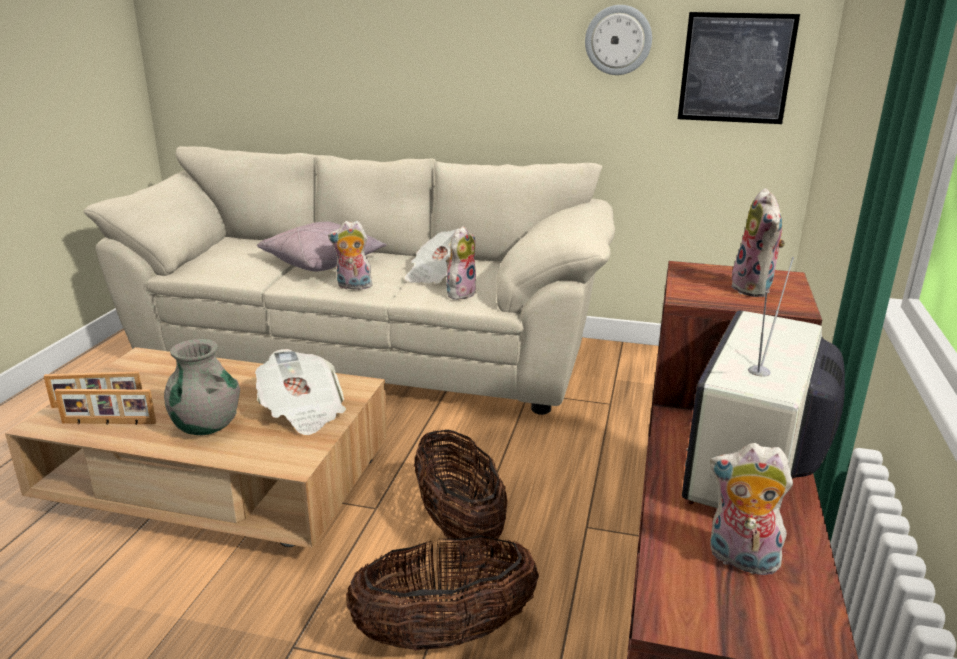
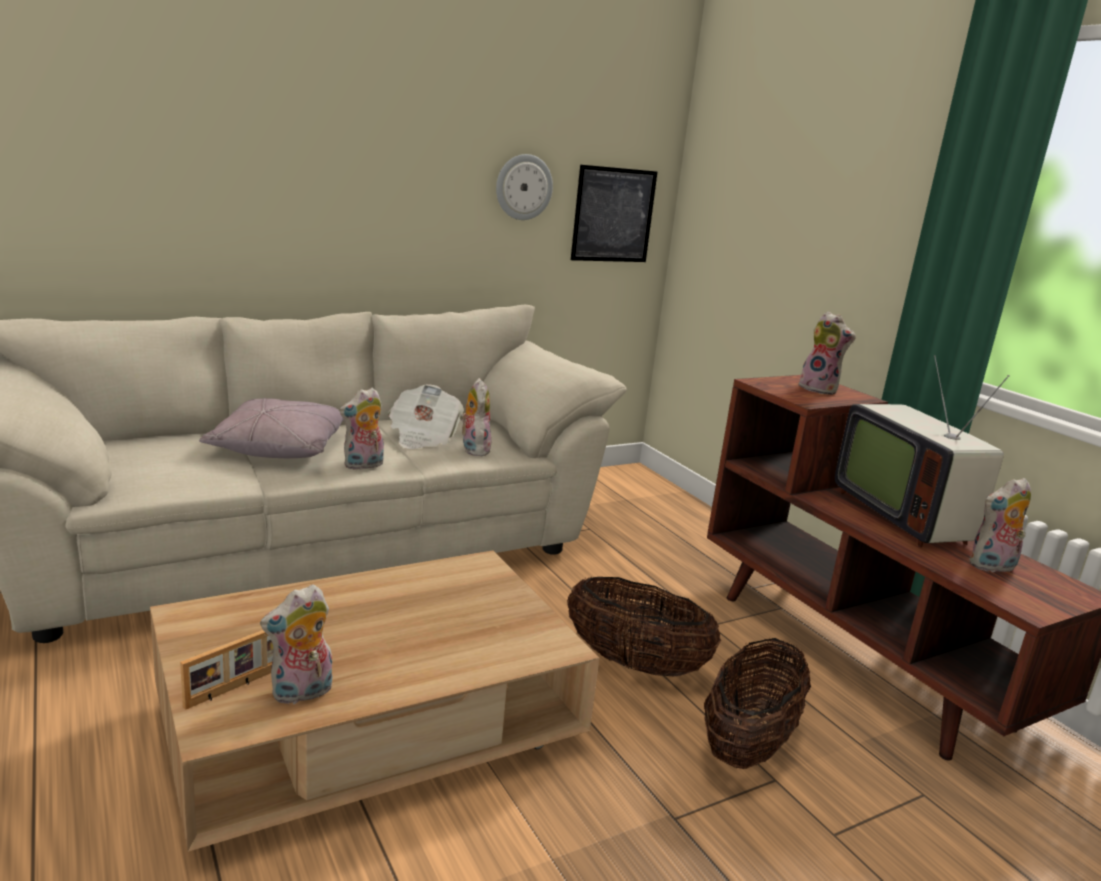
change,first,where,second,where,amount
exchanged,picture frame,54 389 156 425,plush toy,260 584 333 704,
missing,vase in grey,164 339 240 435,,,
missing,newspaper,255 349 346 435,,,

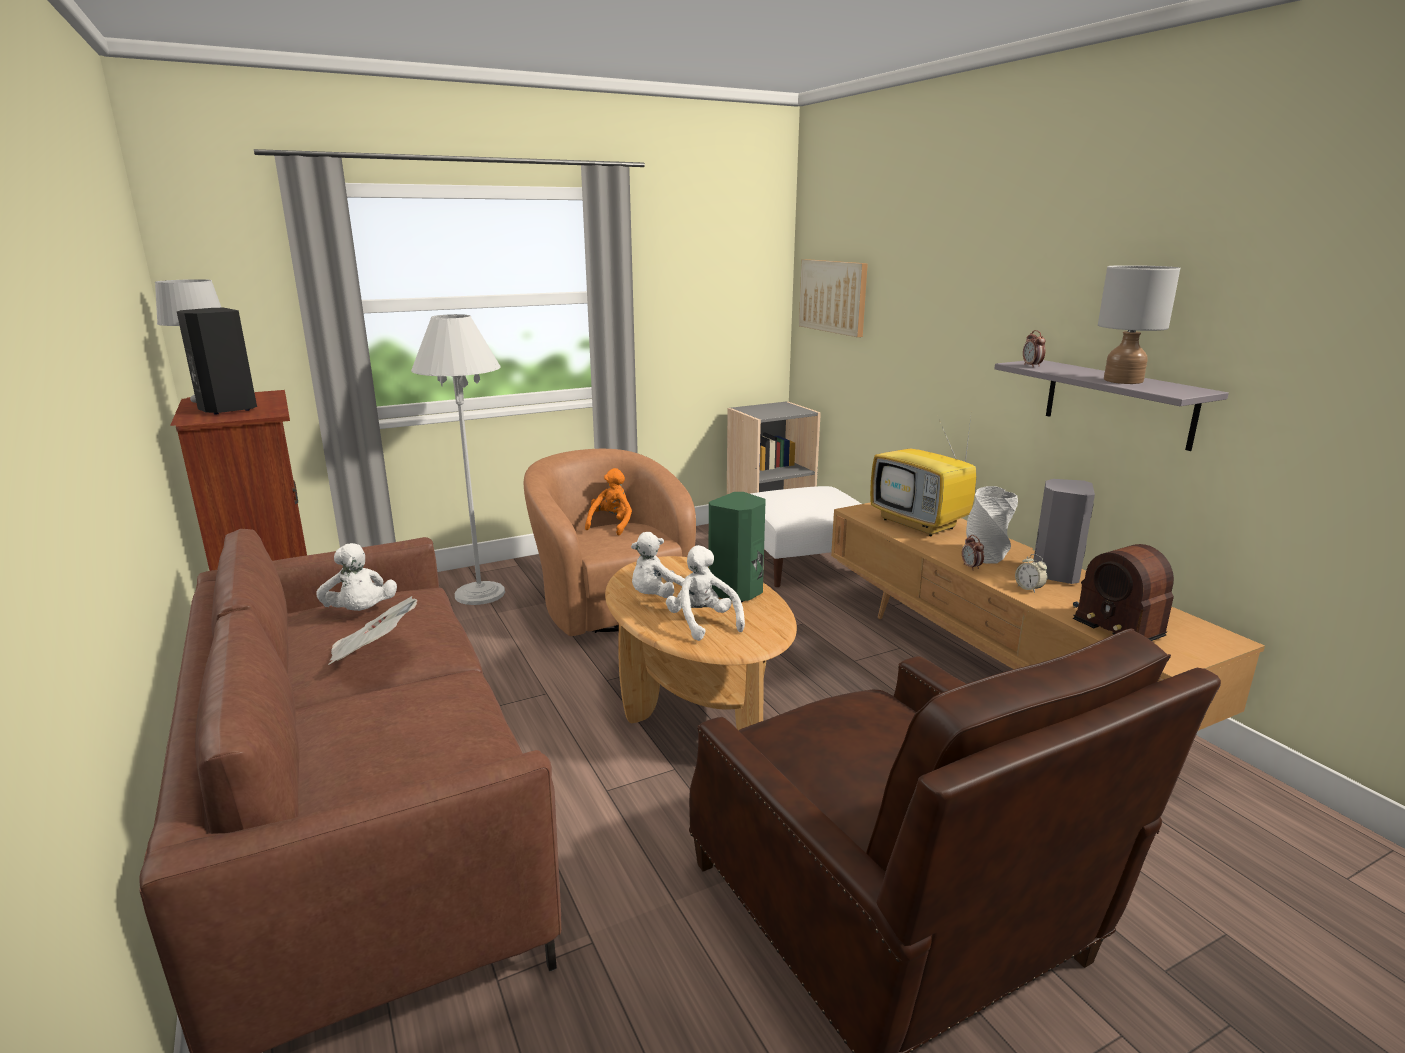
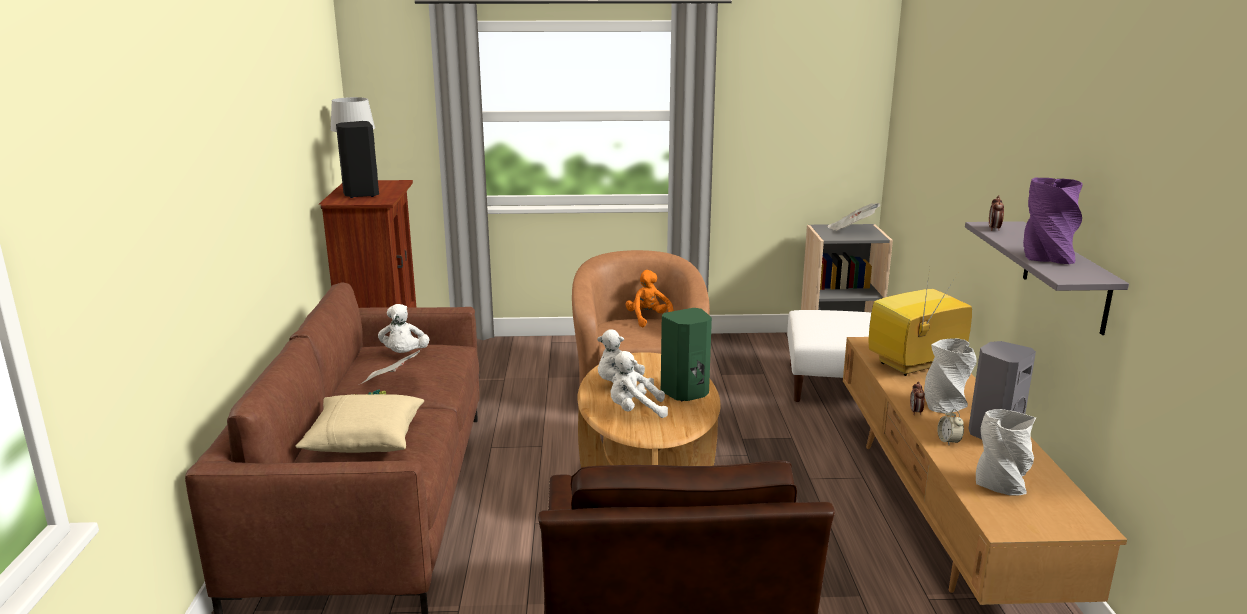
change,first,where,second,where,amount
appeared,,,pillow in beige,295 389 424 453,
spun,plush toy in white,666 545 745 641,,610 351 668 418,90 degrees counterclockwise
spun,plush toy in orange,585 468 632 535,,625 270 674 327,60 degrees counterclockwise
appeared,,,newspaper,827 203 881 231,
spun,television,870 418 976 536,,869 273 972 376,75 degrees clockwise
exchanged,radio,1073 544 1174 641,vase in grey,976 409 1036 496,
exchanged,table lamp in grey,1098 265 1180 384,vase in purple,1023 178 1083 264,
missing,floor lamp in white,411 314 505 605,,,
missing,picture,799 259 868 337,,,

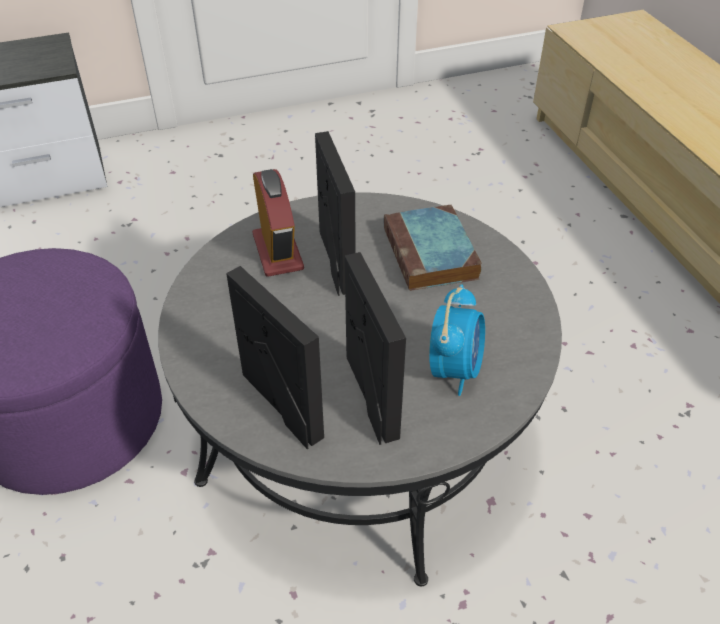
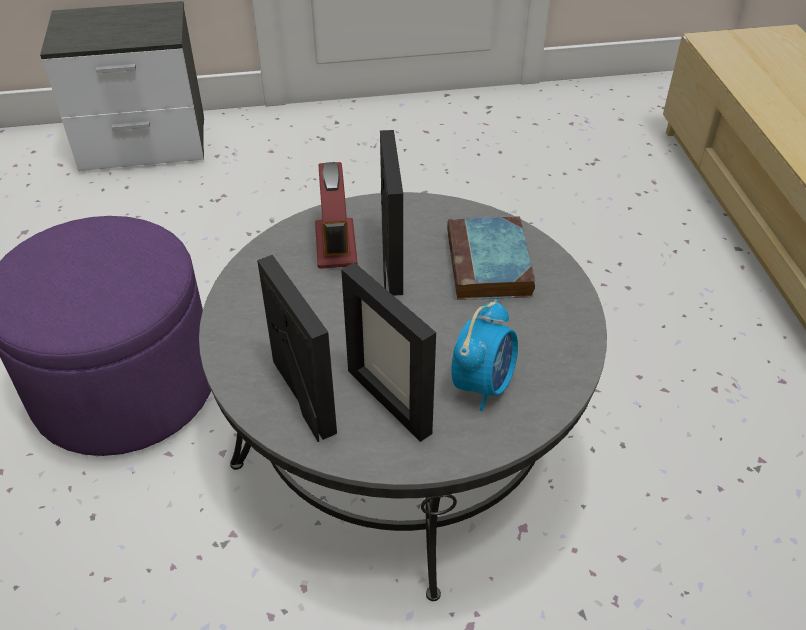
change,first,where,second,where,amount
spun,picture frame,345 252 406 445,,341 262 436 442,150 degrees clockwise

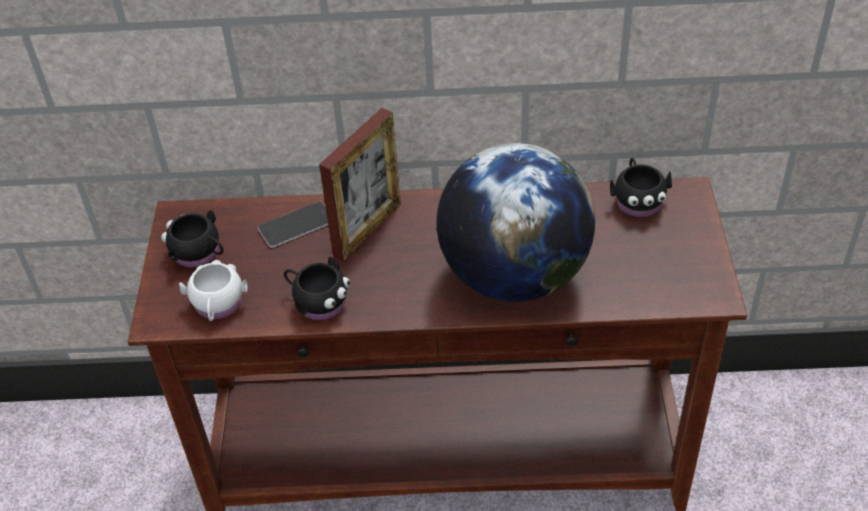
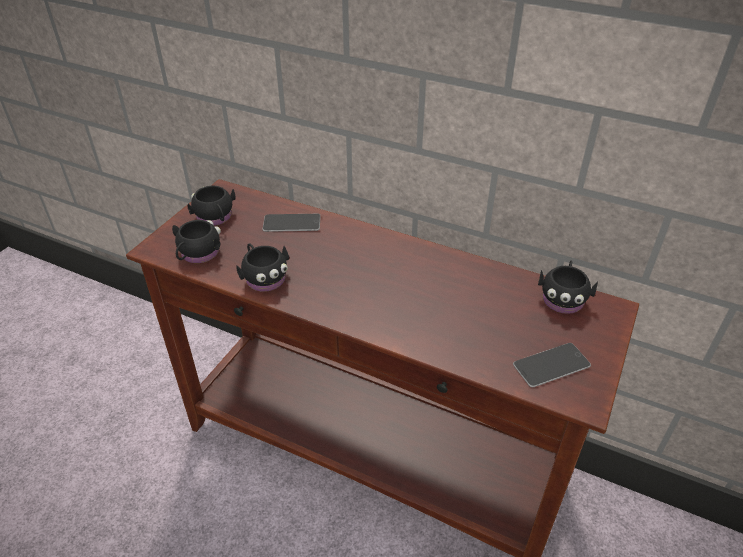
change,first,where,second,where,amount
colour,mug in white,179 260 248 321,mug in black,172 220 221 263,
appeared,,,phone,513 343 591 387,
missing,picture frame,319 108 401 261,,,
missing,globe,437 143 595 302,,,

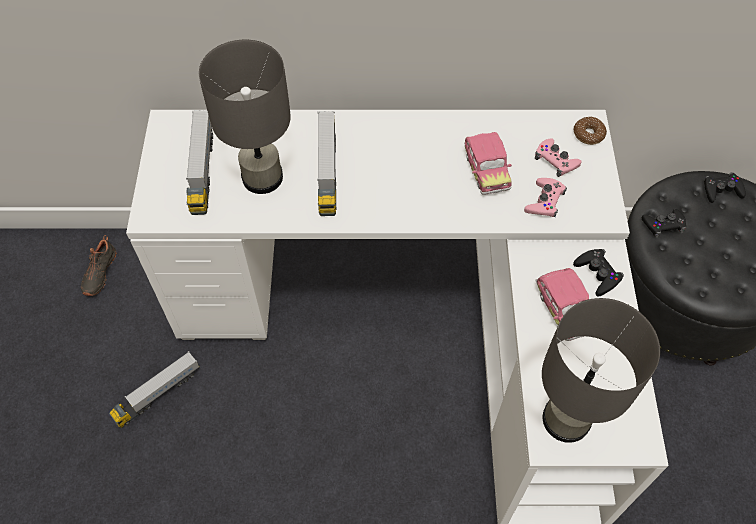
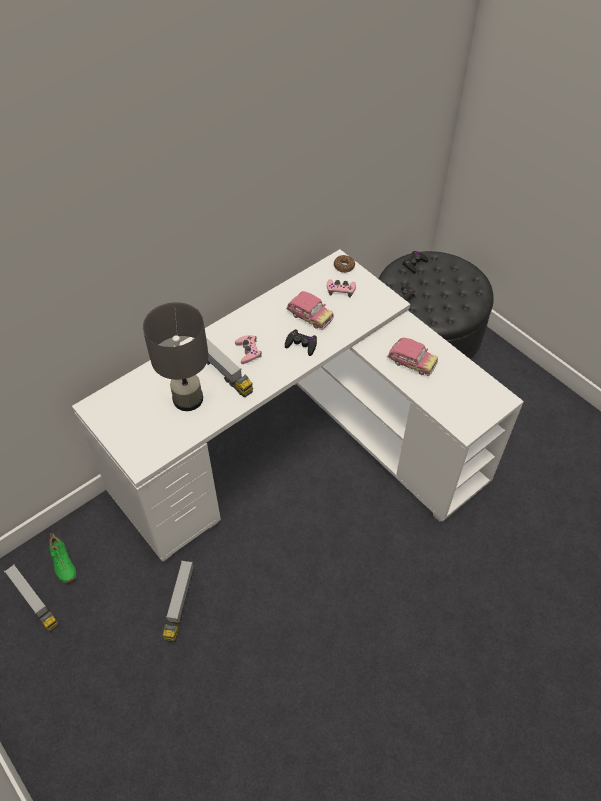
change,first,where,second,where,amount
relocated,toy truck,186 110 213 215,,4 564 59 632,
colour,shoe in black,81 235 117 296,shoe in green,49 533 76 583,
relocated,game controller in pink,524 178 567 217,,235 335 262 364,
relocated,game controller in black,573 249 624 296,,285 329 317 356,
missing,table lamp in grey,542 298 660 443,,,

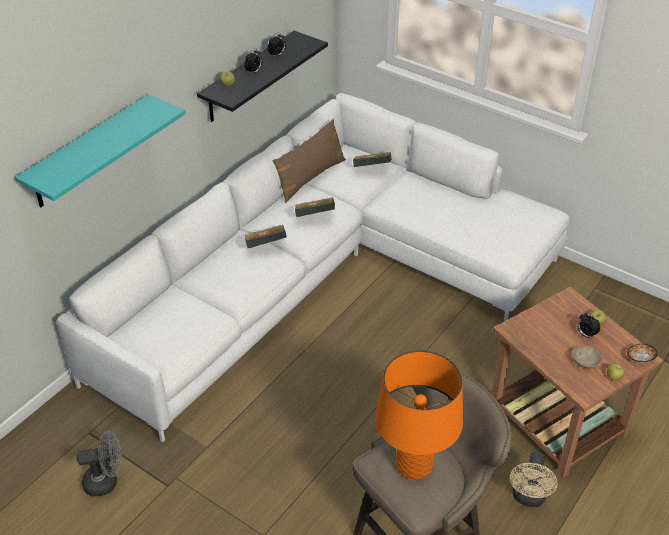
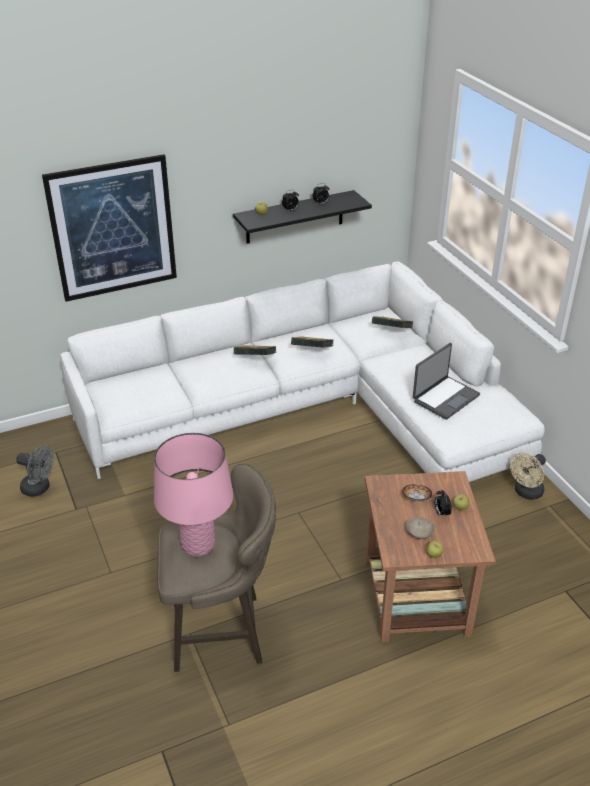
change,first,where,second,where,amount
exchanged,shelf in turquoise,15 95 186 207,picture,42 154 177 302,
colour,table lamp in orange,375 350 463 480,table lamp in pink,154 433 233 557,
relocated,bowl,627 344 658 363,,402 484 432 501,
appeared,,,laptop,413 343 480 420,
relocated,fan in beige,510 452 558 507,,510 453 546 500,
missing,pillow in brown,272 119 346 203,,,

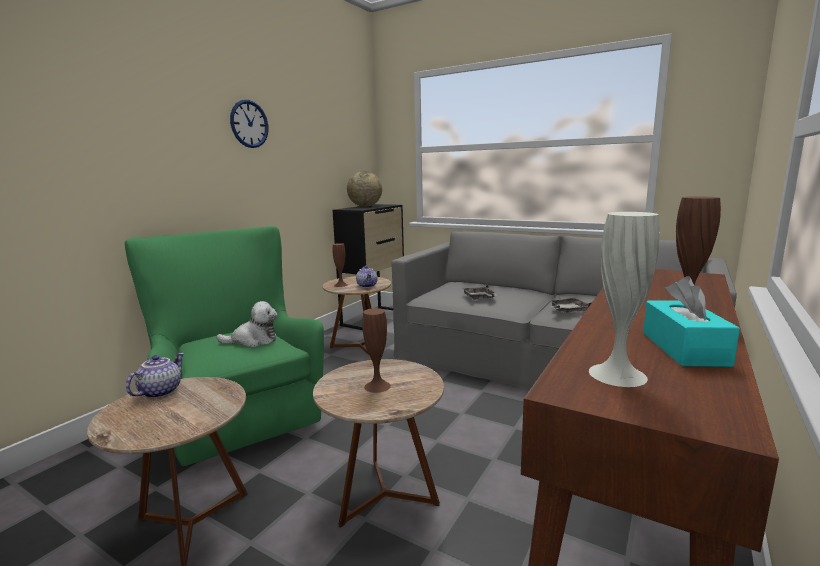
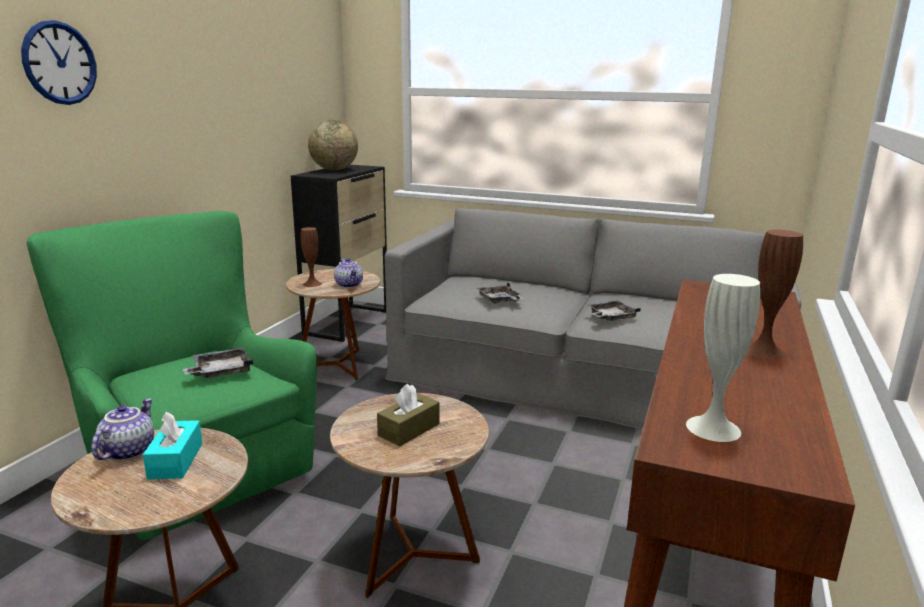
change,first,where,second,where,amount
relocated,wall clock,230 100 268 148,,21 20 97 105,
relocated,tissue box in turquoise,643 276 740 367,,143 412 203 480,
exchanged,plush toy,216 301 278 347,tray in grey,183 348 253 378,
exchanged,vase in brown,362 308 391 393,tissue box in brown,377 384 440 447,

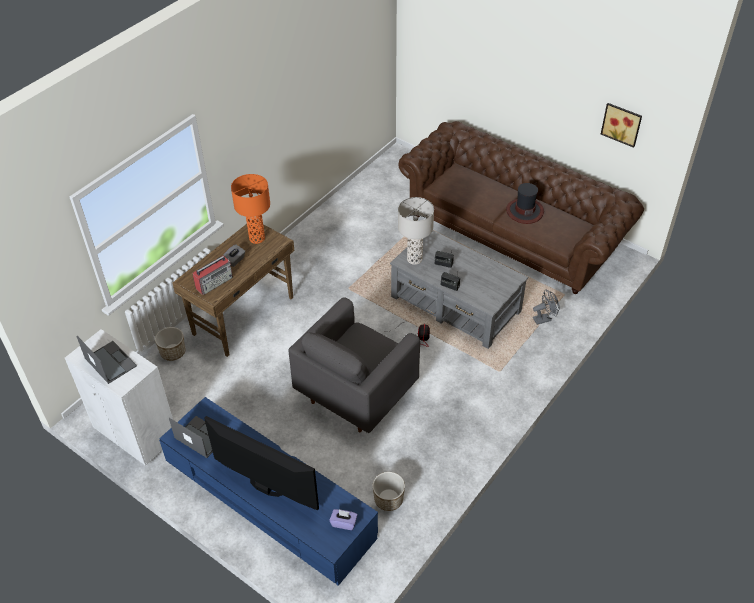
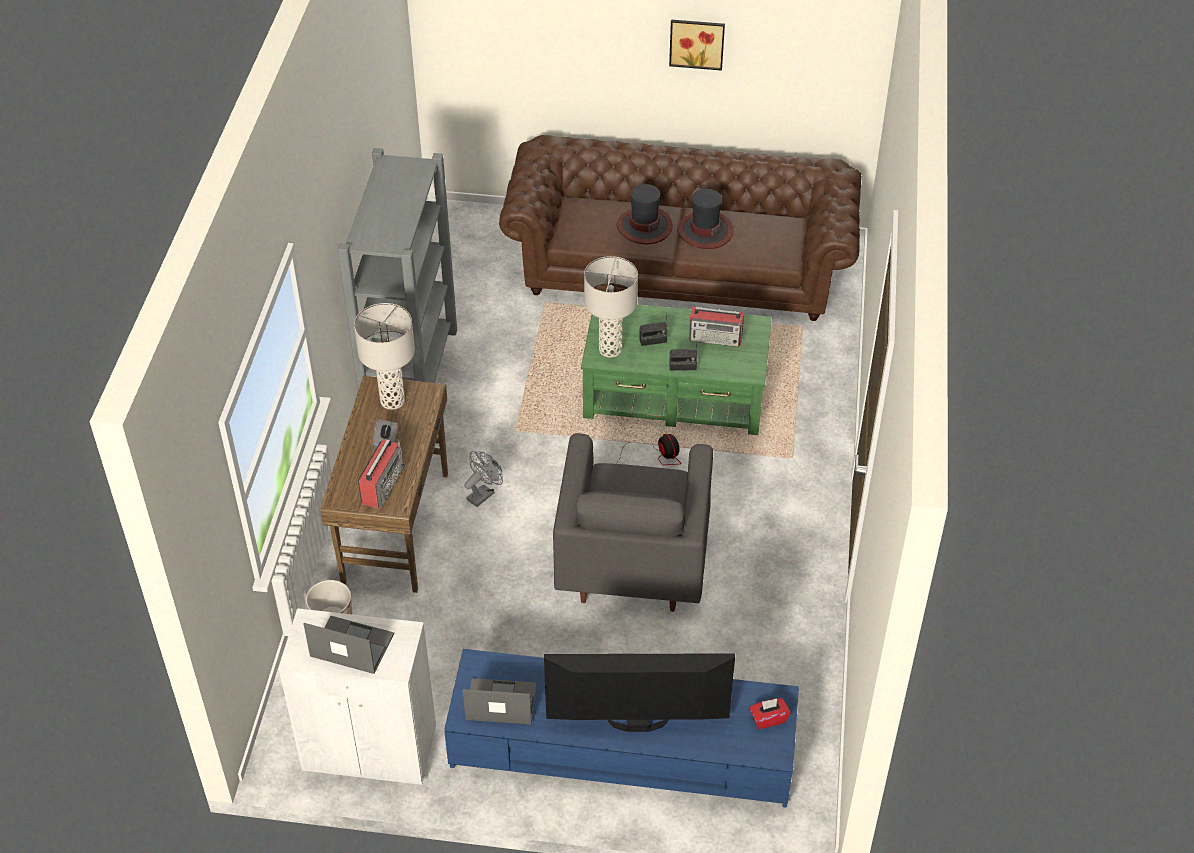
change,first,where,second,where,amount
appeared,,,bookcase in grey,337 148 457 390,
colour,table lamp in orange,231 174 270 244,table lamp in white,354 303 415 410,
relocated,fan in grey,533 290 560 325,,464 451 503 507,
colour,coffee table in grey,390 231 528 349,coffee table in green,581 304 772 435,
appeared,,,hat,617 184 673 244,
relocated,picture,601 103 642 148,,669 20 725 71,
appeared,,,radio,689 307 744 347,
colour,tissue box in purple,329 509 357 530,tissue box in red,749 698 791 729,
missing,planter,373 472 405 511,,,

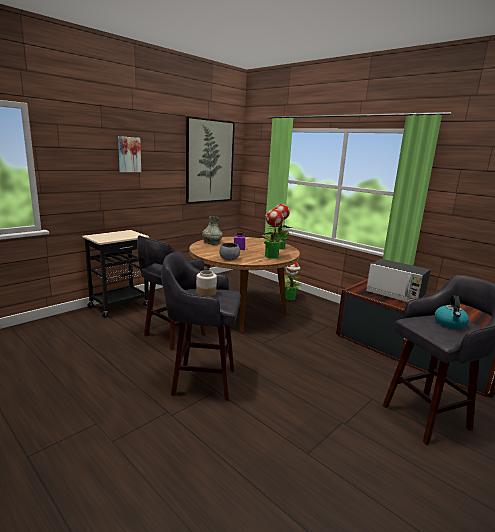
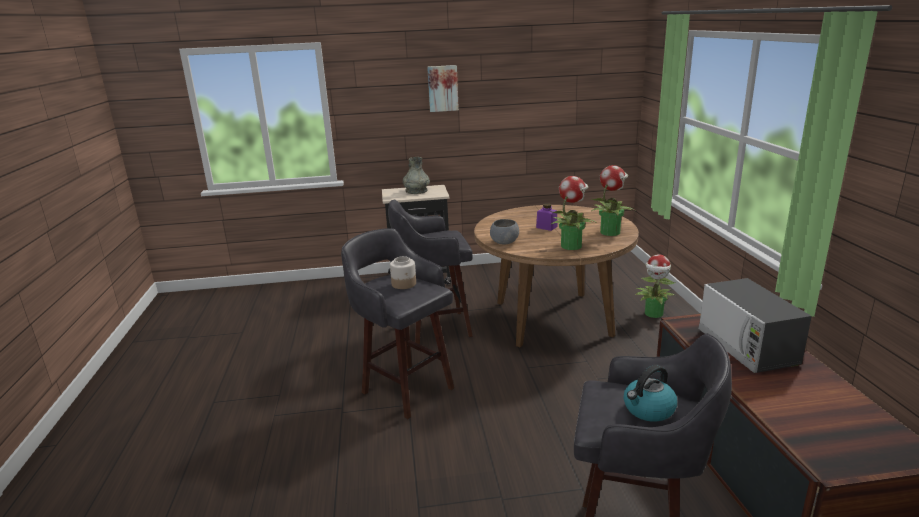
change,first,where,second,where,amount
relocated,vase in grey,202 216 223 245,,403 157 430 194,
missing,picture,186 116 235 204,,,

